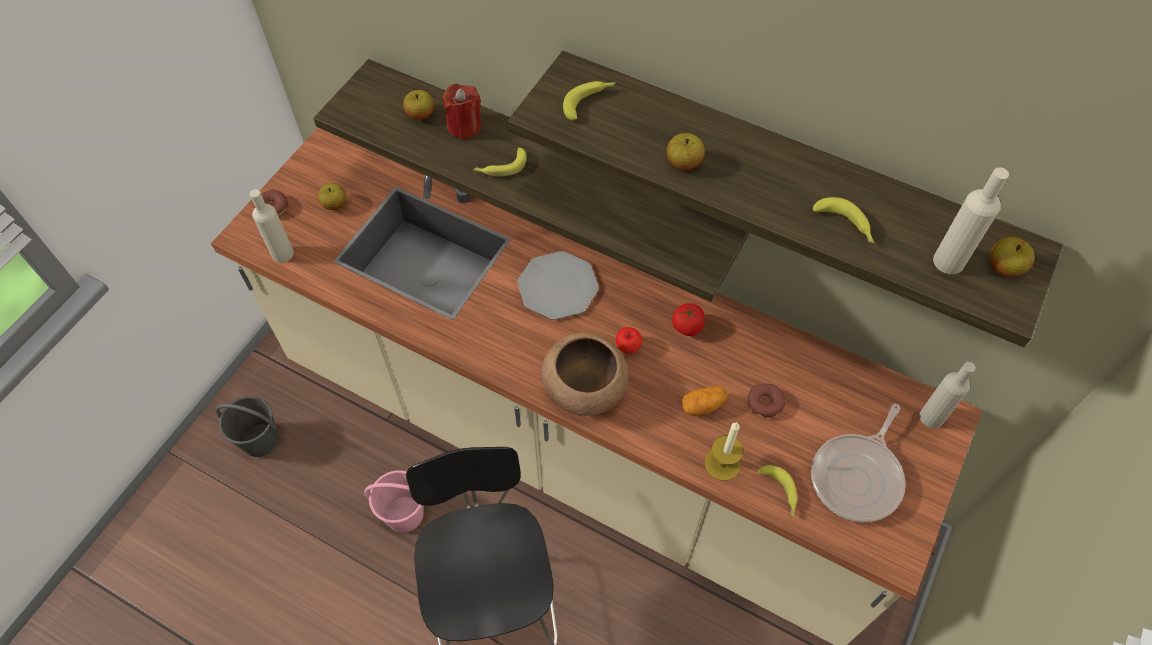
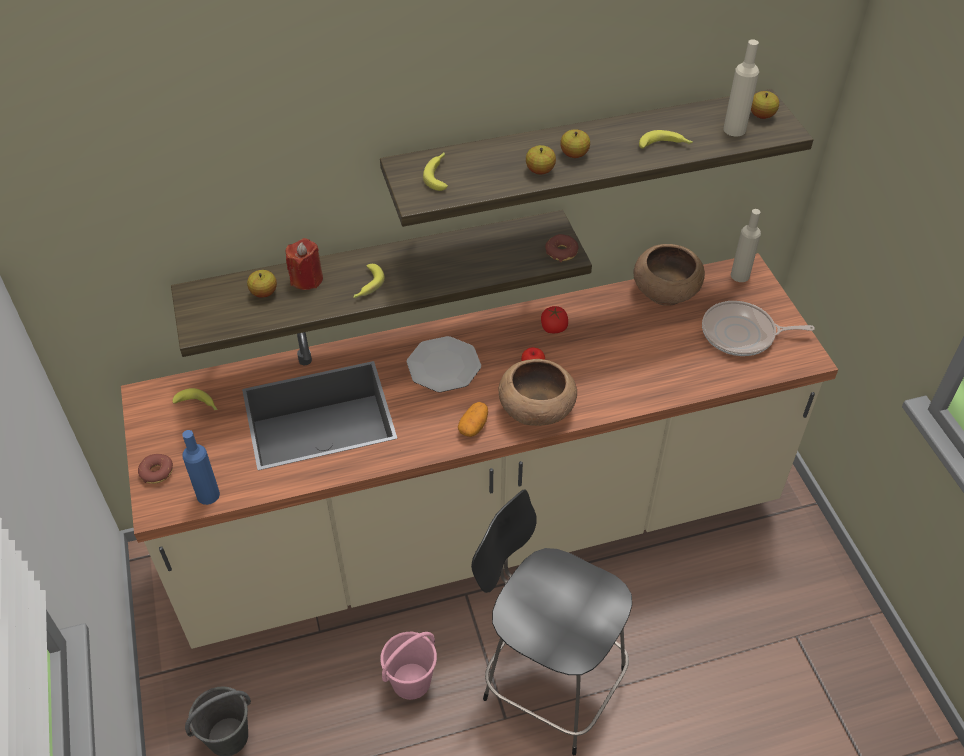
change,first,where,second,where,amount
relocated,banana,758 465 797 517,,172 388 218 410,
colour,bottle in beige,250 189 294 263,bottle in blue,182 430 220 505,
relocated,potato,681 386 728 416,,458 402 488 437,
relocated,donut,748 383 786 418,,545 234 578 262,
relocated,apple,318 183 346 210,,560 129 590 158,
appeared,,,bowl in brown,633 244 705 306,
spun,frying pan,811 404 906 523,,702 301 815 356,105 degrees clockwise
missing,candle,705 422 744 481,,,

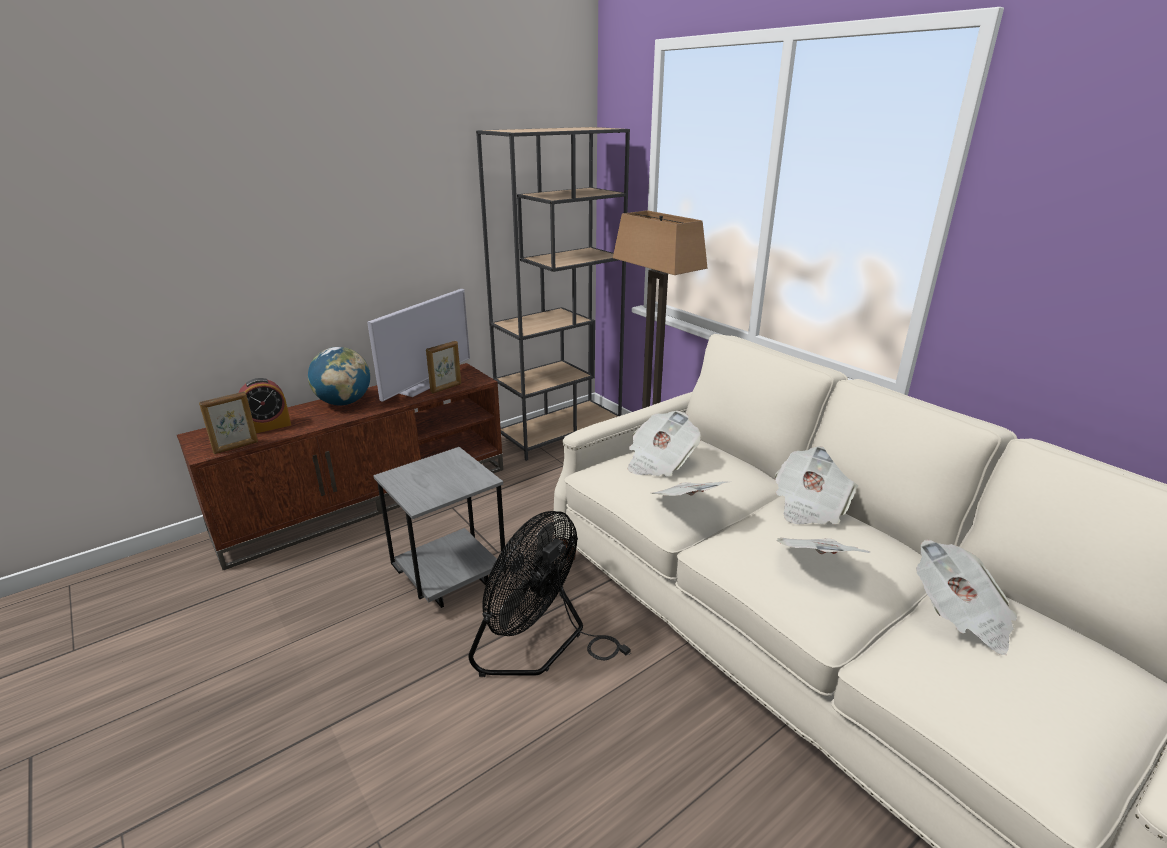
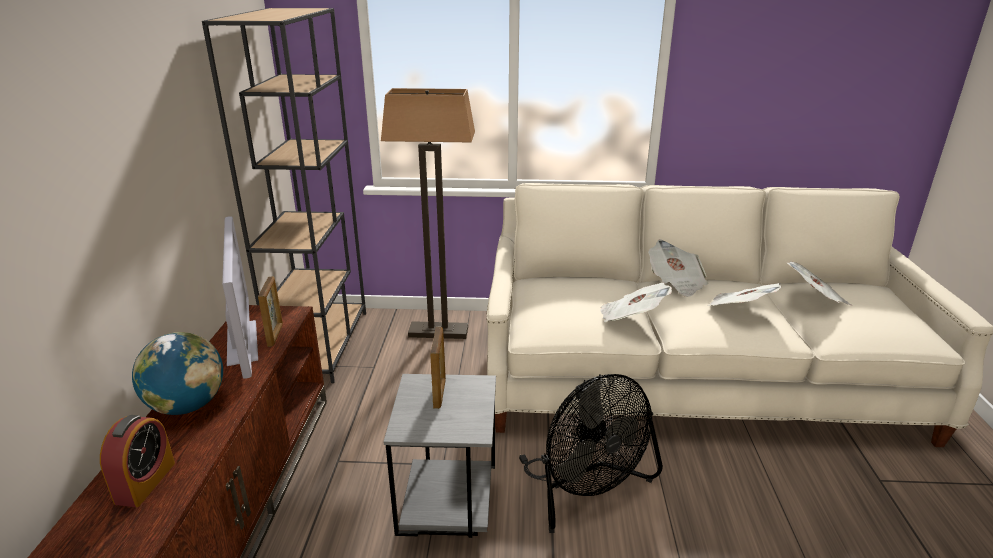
change,first,where,second,where,amount
relocated,picture frame,199 392 258 454,,430 327 446 409,
spun,fan in black,468 511 631 677,,519 374 663 533,105 degrees counterclockwise
missing,newspaper,628 411 701 477,,,

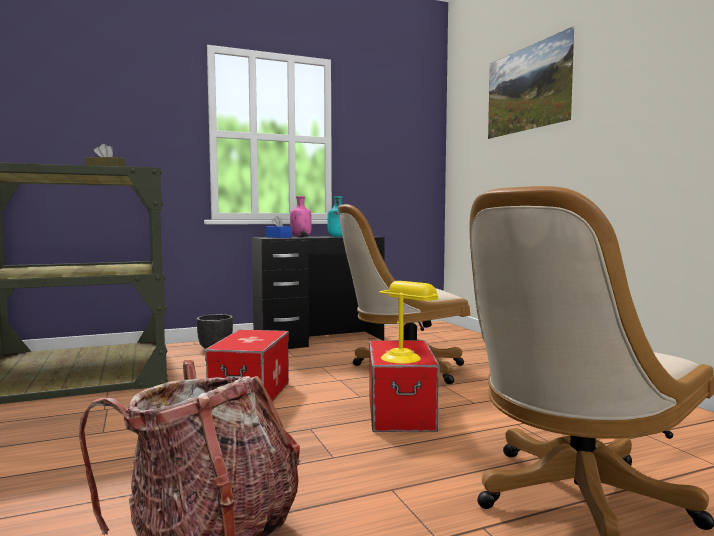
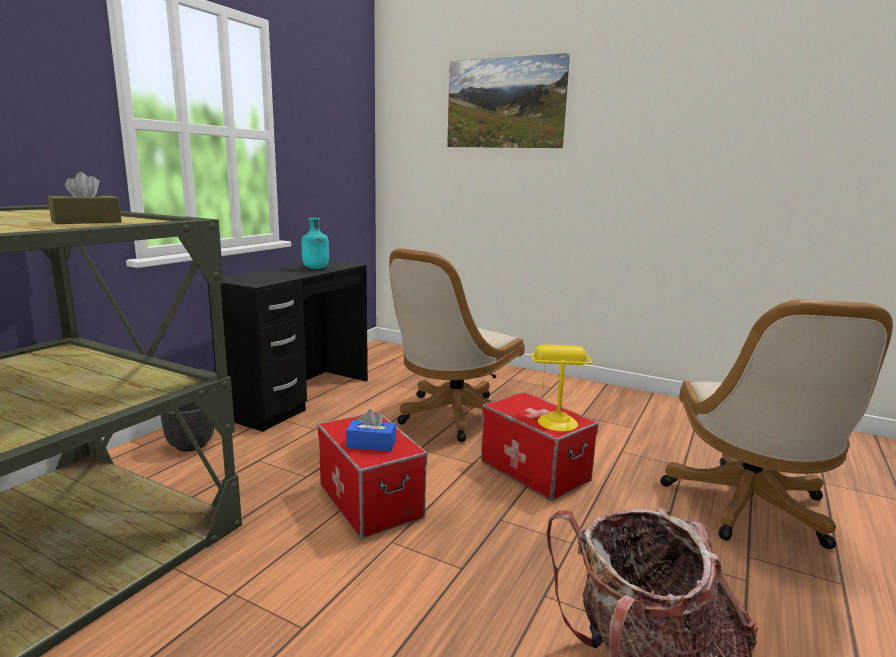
change,first,where,second,where,amount
relocated,tissue box in blue,266 216 292 238,,346 409 396 452,
missing,bottle in pink,290 196 312 237,,,

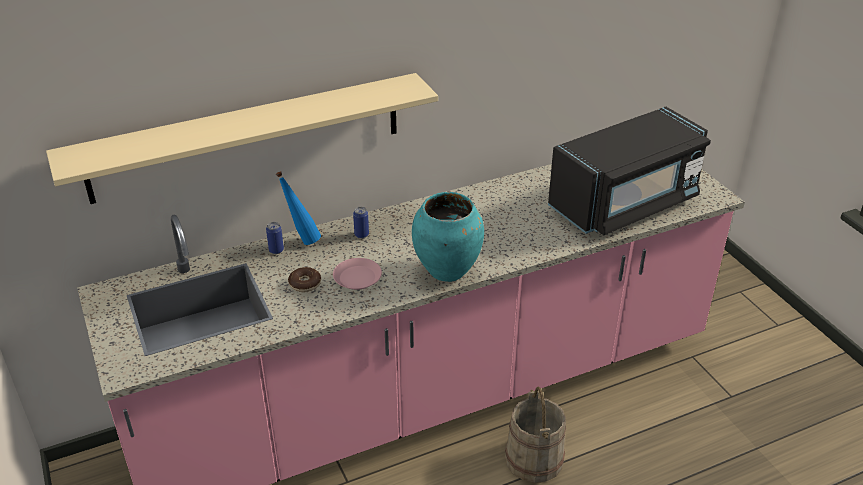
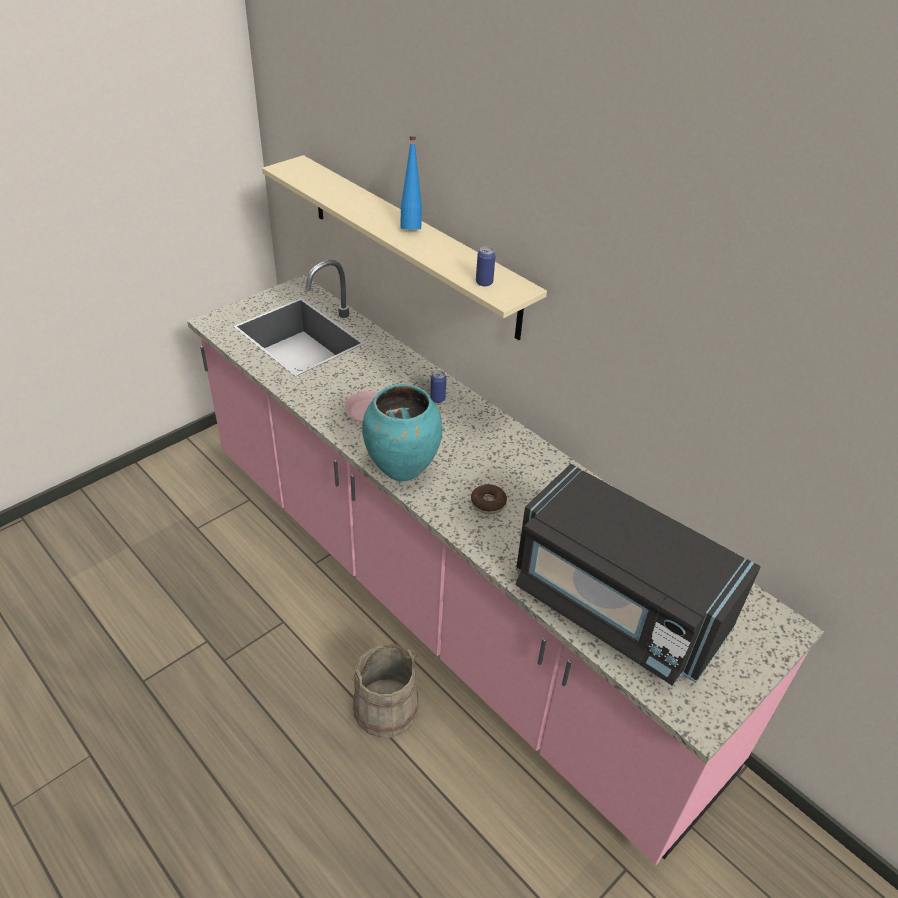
change,first,where,second,where,amount
relocated,bottle in blue,276 171 321 245,,400 137 422 230,
relocated,donut,288 267 321 292,,471 484 507 514,
relocated,can,266 222 284 254,,476 246 496 286,

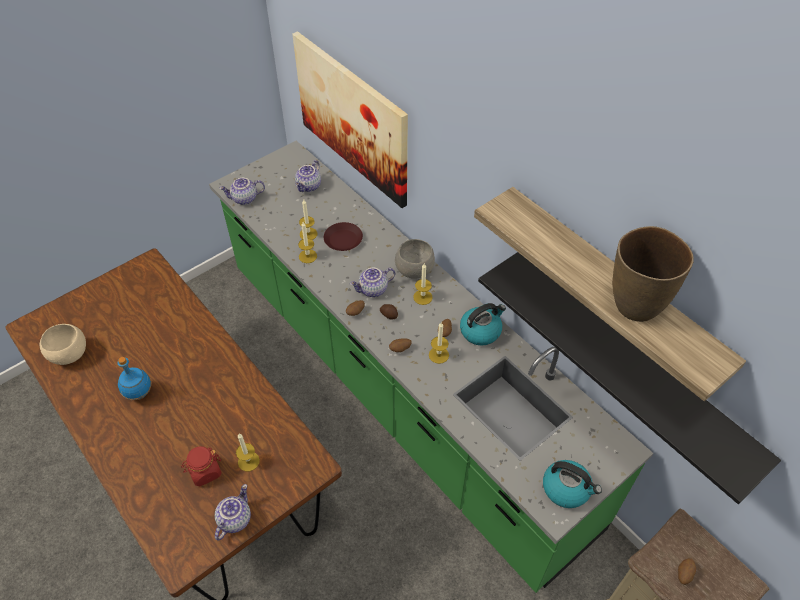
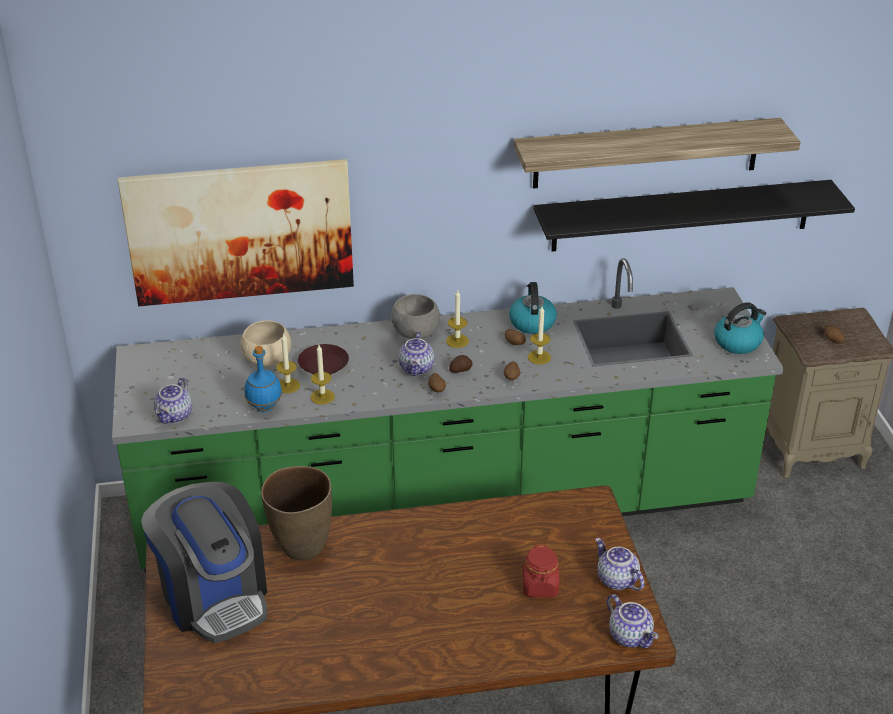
change,first,where,second,where,amount
appeared,,,coffee machine,141 482 268 643,
relocated,bowl in beige,40 324 86 365,,240 320 291 367,
relocated,bottle in blue,118 357 151 400,,244 346 282 413,
relocated,vase in brown,612 226 694 322,,261 466 332 560,
relocated,teapot,295 160 321 192,,607 594 658 648,
missing,candle,236 433 260 471,,,

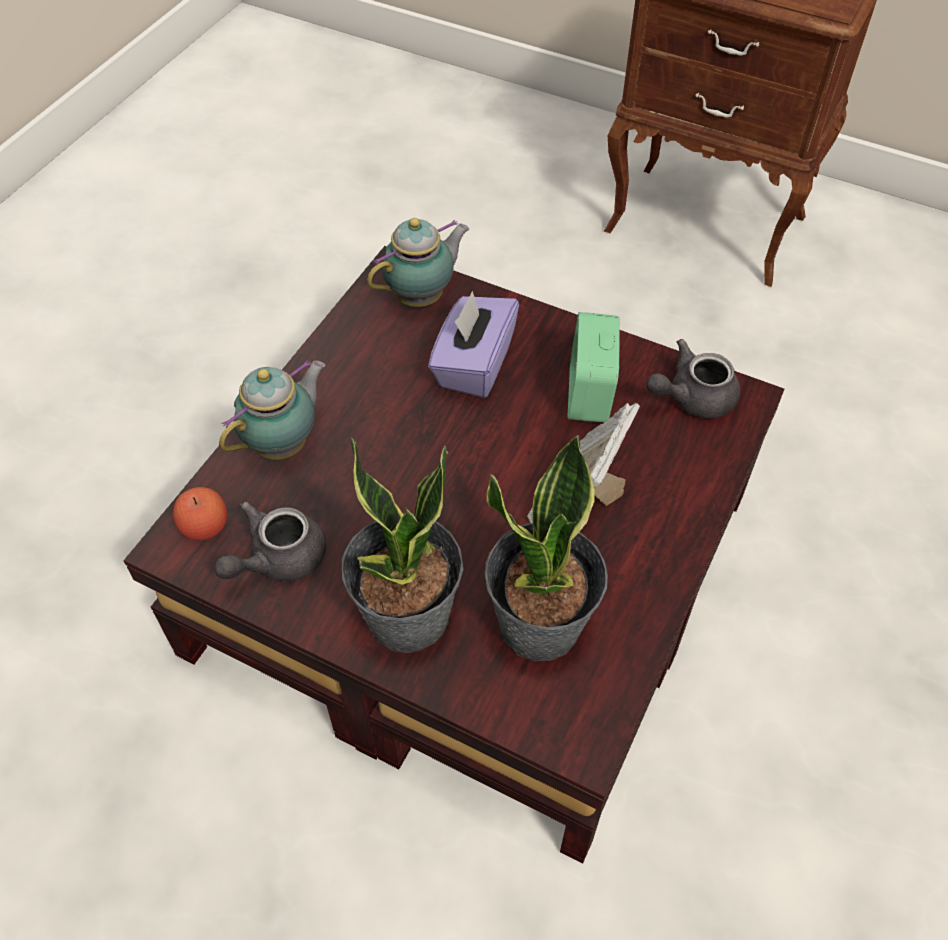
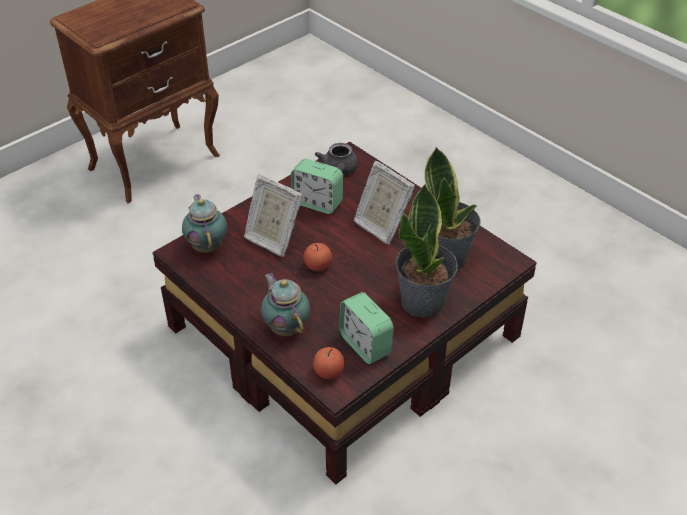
change,first,where,second,where,amount
exchanged,tissue box in purple,428 291 519 398,picture frame,244 174 302 257,
appeared,,,apple,304 243 332 271,
exchanged,teapot in grey,214 501 326 581,alarm clock,339 292 394 364,

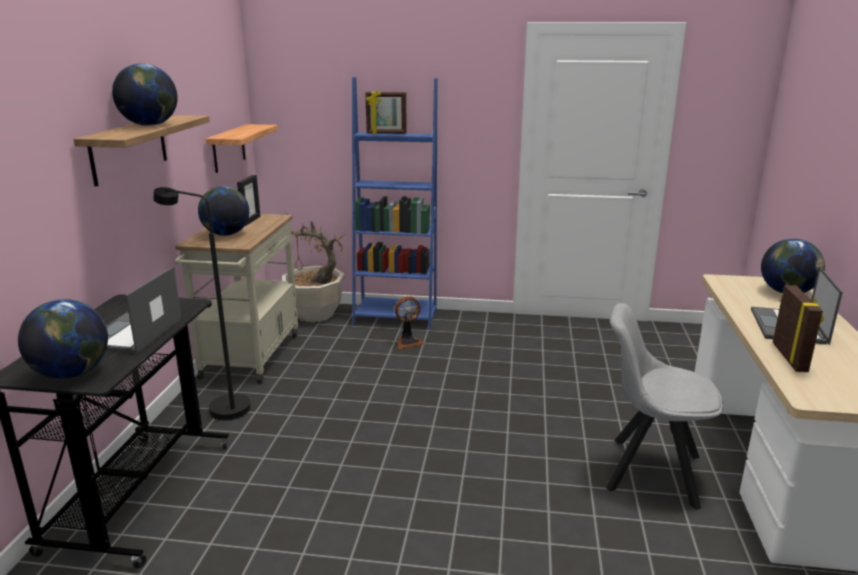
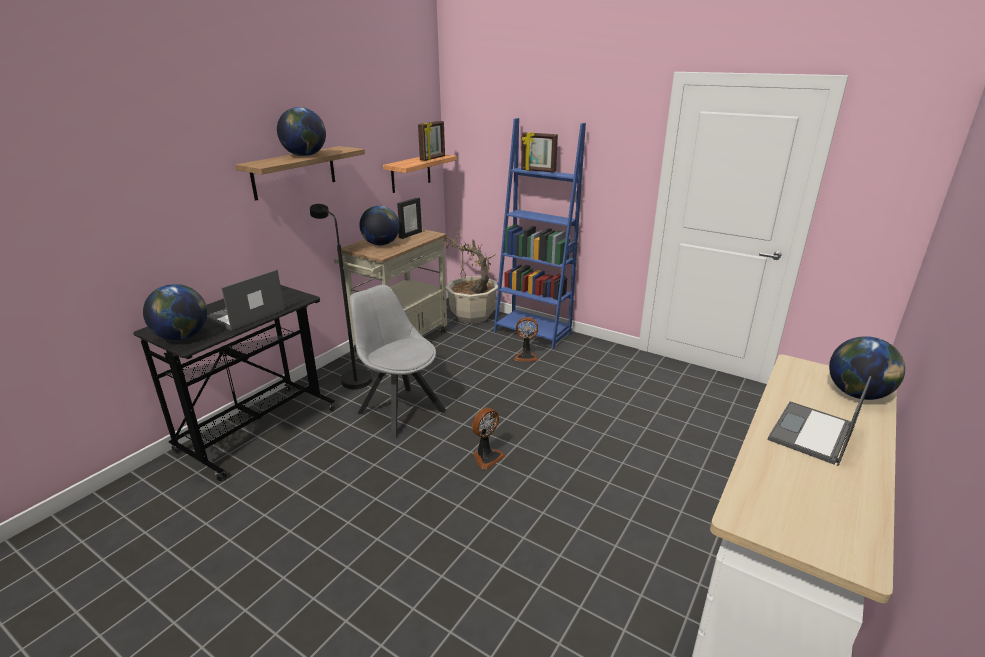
change,first,where,second,where,amount
relocated,chair in grey,606 303 723 510,,349 285 446 439,
relocated,picture frame,773 285 824 372,,418 121 445 161,
appeared,,,fan,472 408 506 469,

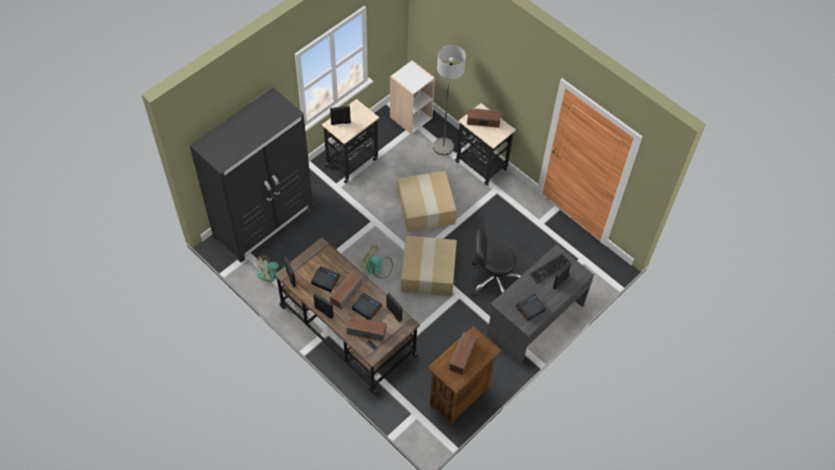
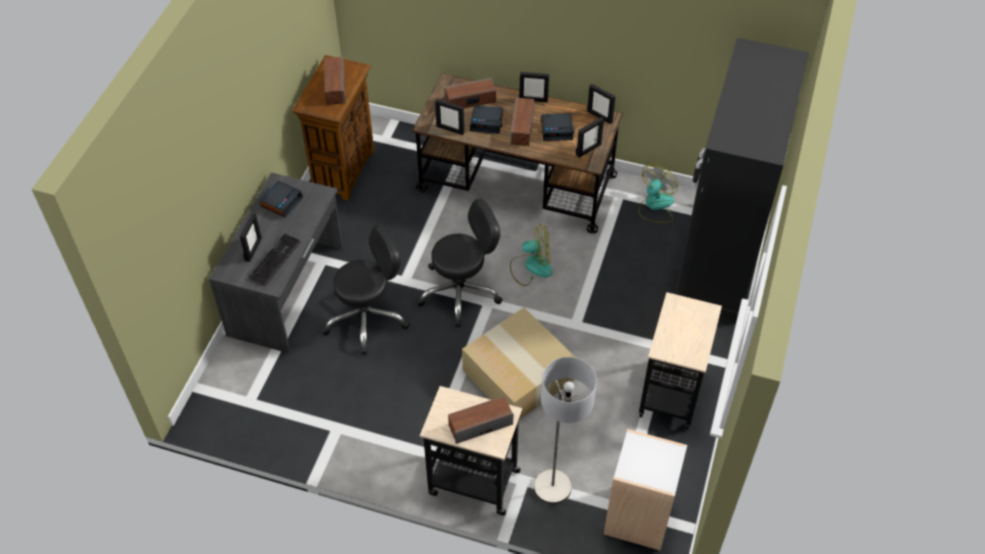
change,first,where,second,where,amount
exchanged,cardboard box,401 236 457 296,office chair in black,416 199 502 327,
relocated,picture frame,330 105 351 125,,576 117 604 158,

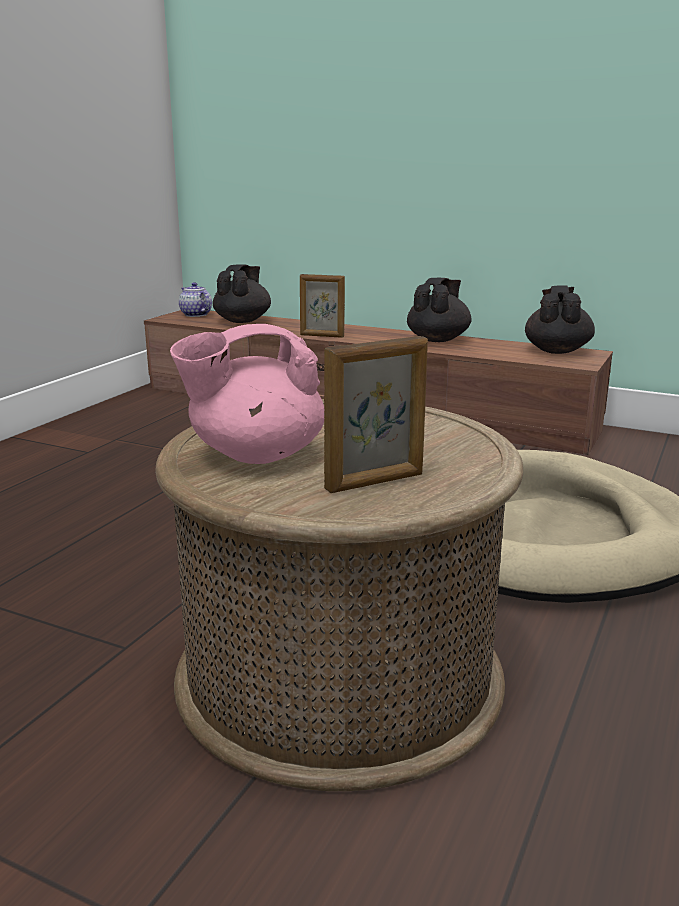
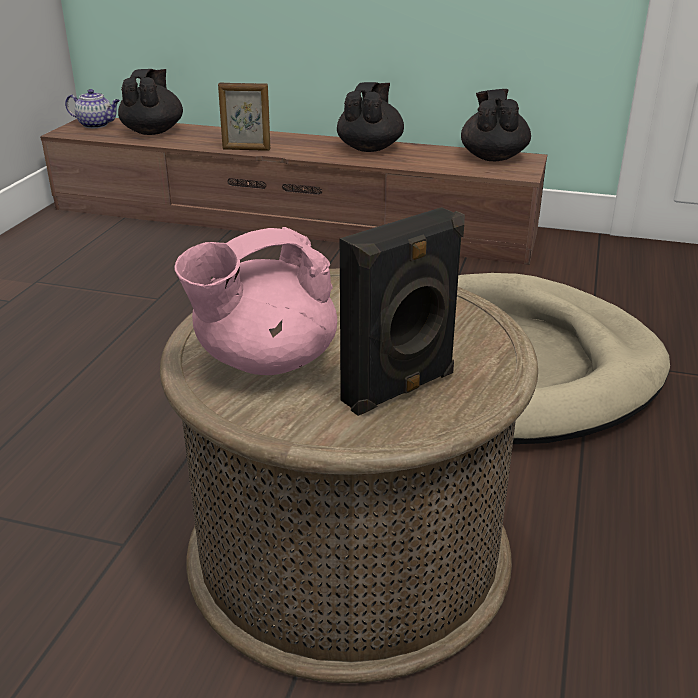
change,first,where,second,where,amount
spun,teapot,179 282 212 317,,65 89 120 128,150 degrees clockwise
exchanged,picture frame,324 336 428 493,speaker in black,340 207 465 416,

